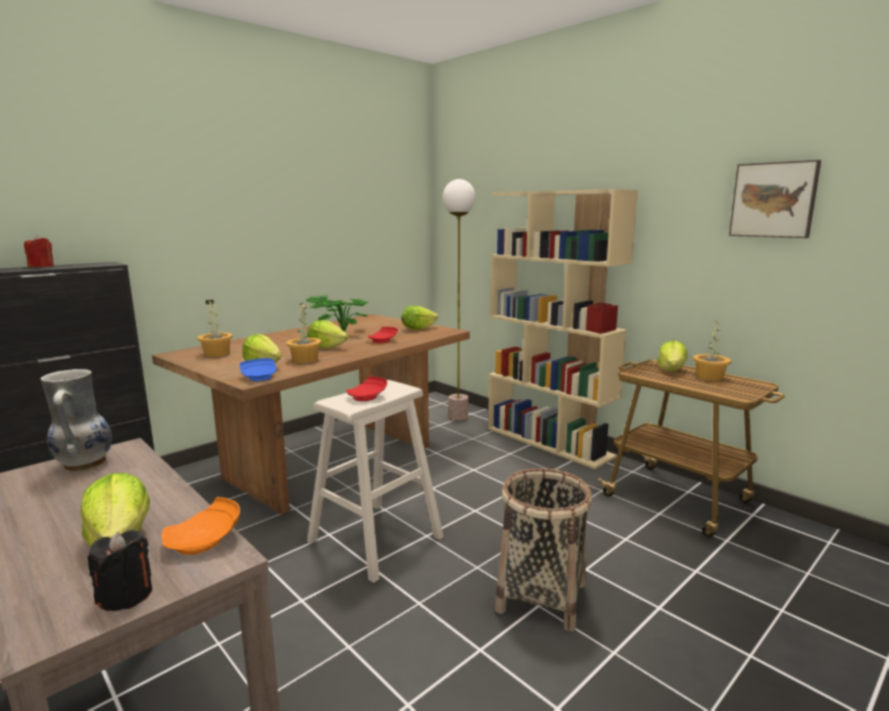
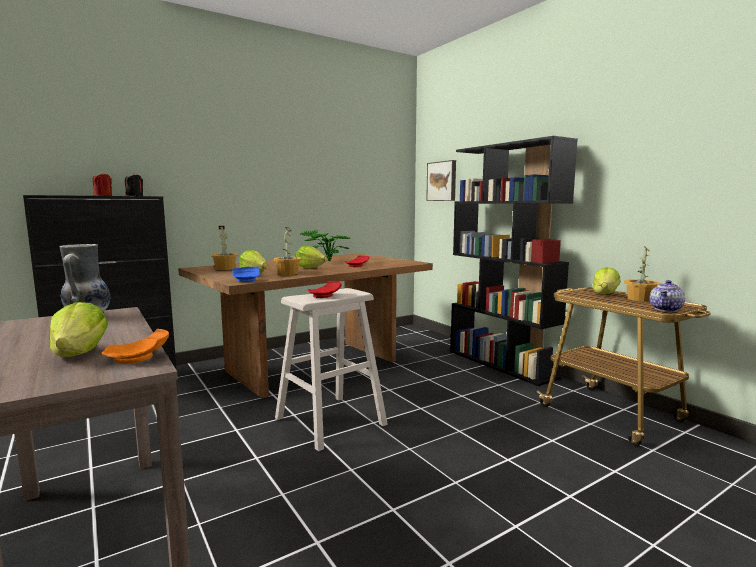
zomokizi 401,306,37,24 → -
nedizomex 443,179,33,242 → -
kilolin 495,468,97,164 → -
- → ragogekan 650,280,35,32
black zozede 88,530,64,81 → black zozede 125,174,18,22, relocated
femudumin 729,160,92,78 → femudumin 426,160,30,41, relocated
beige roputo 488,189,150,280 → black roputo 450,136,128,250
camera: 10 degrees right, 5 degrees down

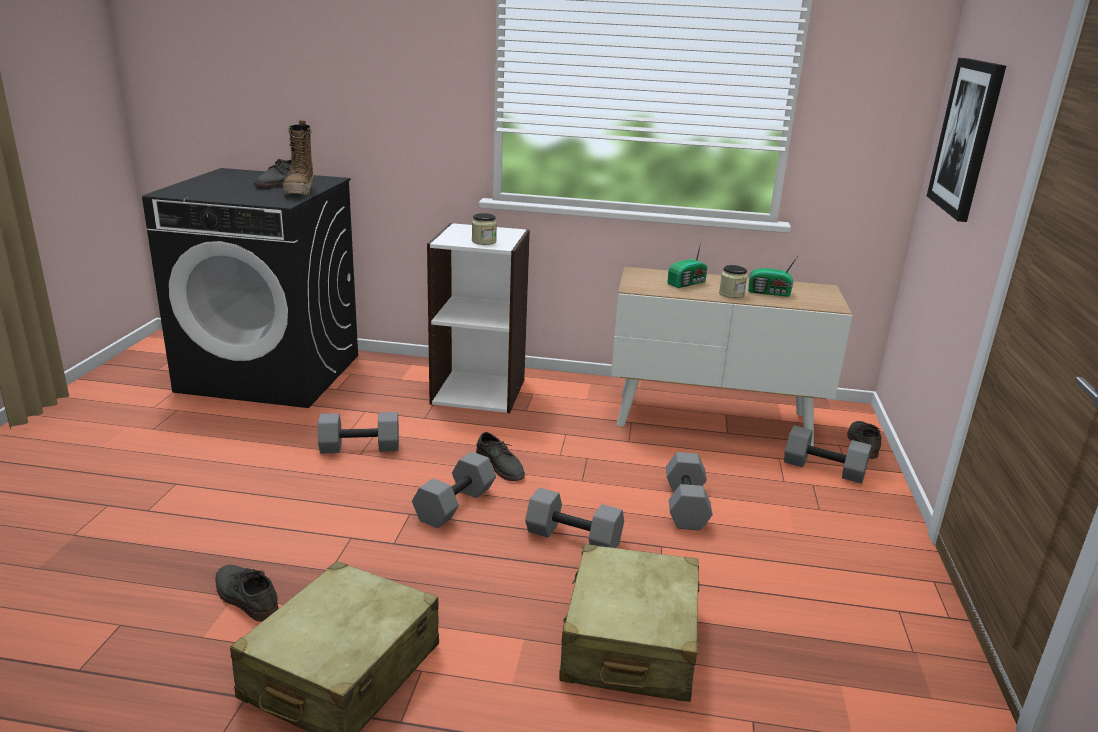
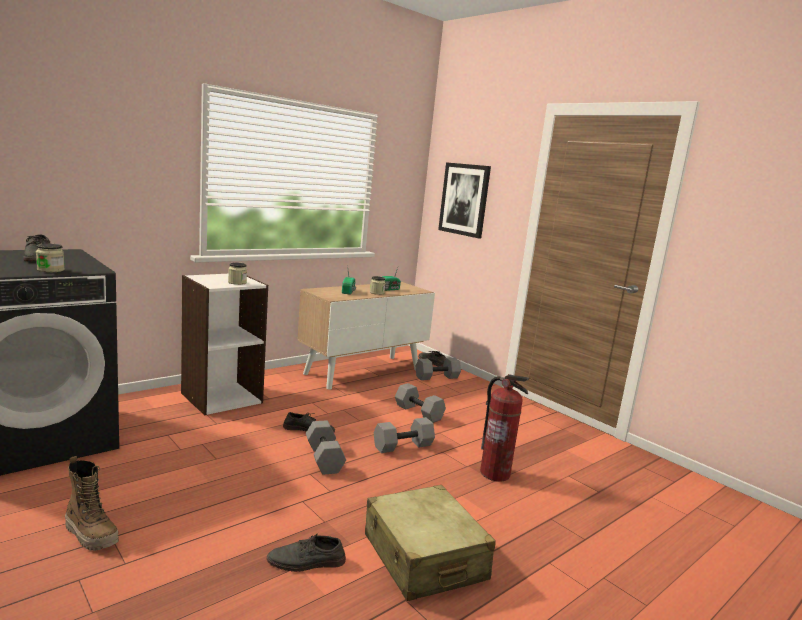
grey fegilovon 318,412,81,42 → -
- → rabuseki 36,244,29,28
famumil 283,120,31,75 → famumil 65,456,54,95, relocated
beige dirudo 559,544,140,158 → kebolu 480,374,49,108
camera: 50 degrees left, 10 degrees down

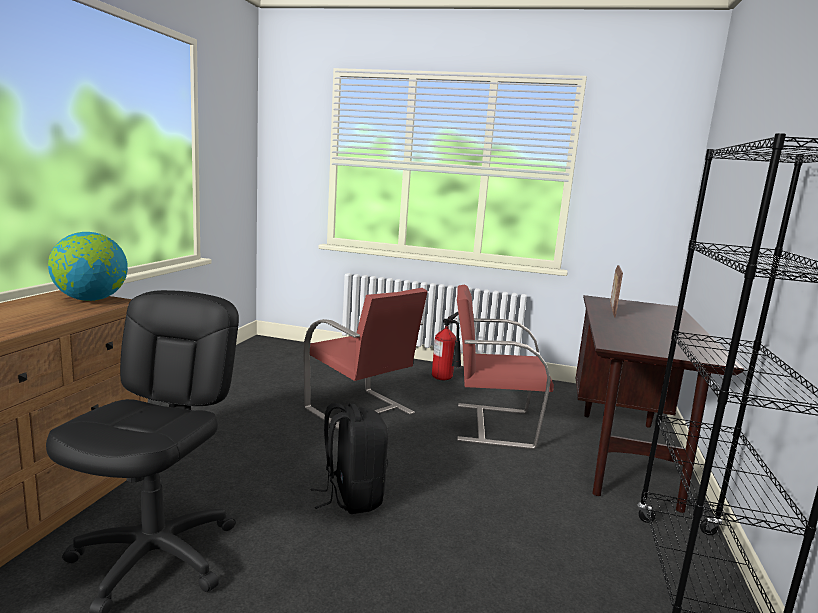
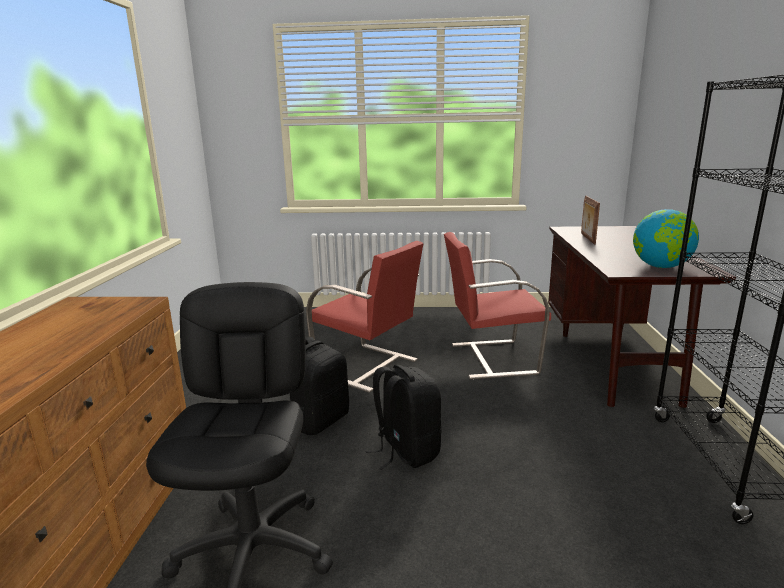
kebolu 432,312,29,68 → -
- → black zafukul 290,337,59,98
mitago 48,232,80,69 → mitago 633,209,66,59, relocated
camera: 10 degrees left, 5 degrees up

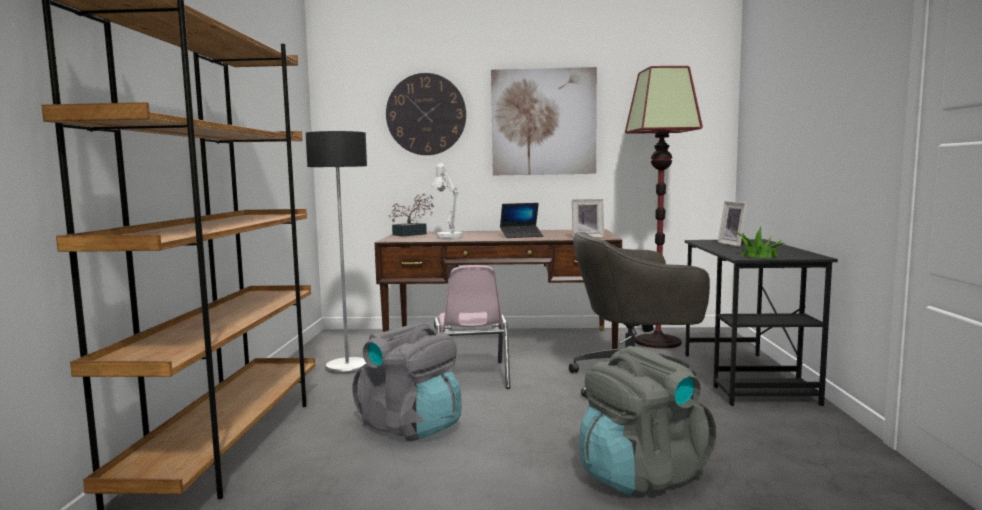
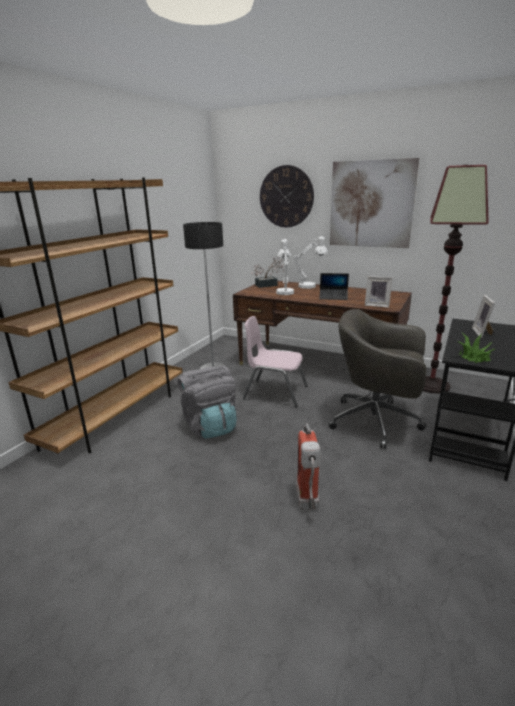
- → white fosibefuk 293,236,35,53
grey zafukul 580,346,136,151 → kebolu 296,423,25,87
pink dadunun 434,265,77,124 → pink dadunun 243,316,65,92, 90 degrees clockwise
camera: 25 degrees right, 15 degrees up

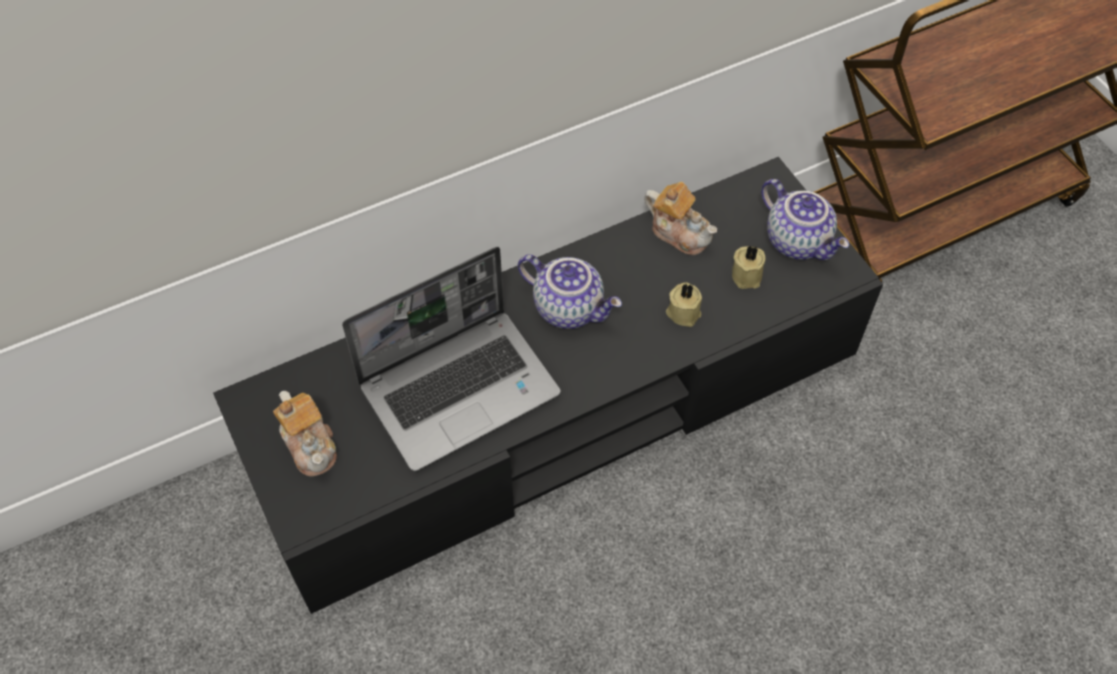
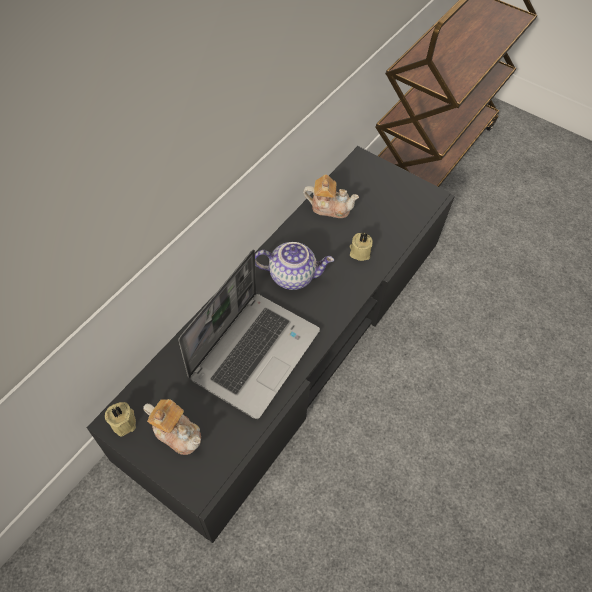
ragogekan 761,179,88,81 → -
beige zozede 732,246,34,43 → beige zozede 105,402,31,34, relocated
camera: 30 degrees left, 0 degrees up

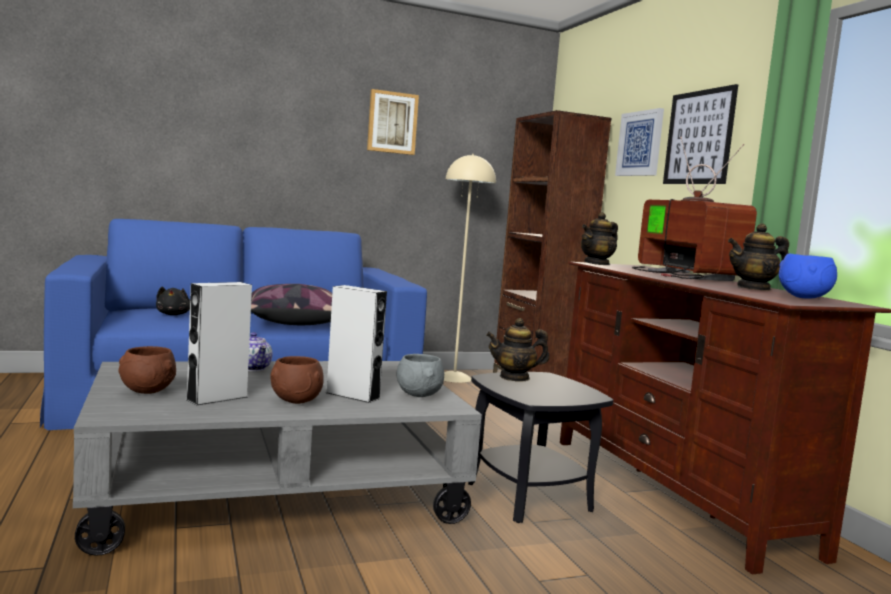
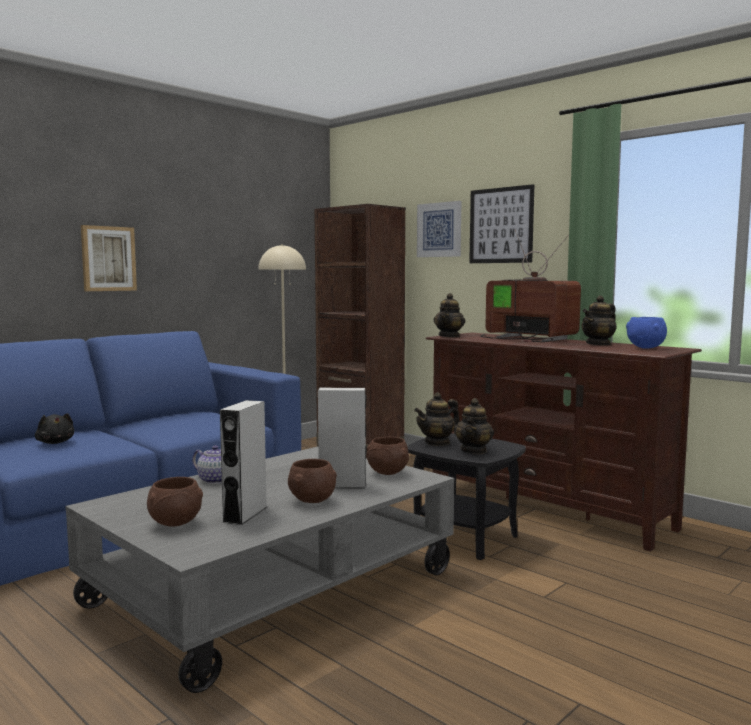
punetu 251,284,81,41 → -
- → ragogekan 454,398,40,56
femudumin 367,89,52,66 → femudumin 81,225,56,66, relocated
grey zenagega 397,354,47,43 → brown zenagega 366,437,43,38
camera: 25 degrees left, 0 degrees up

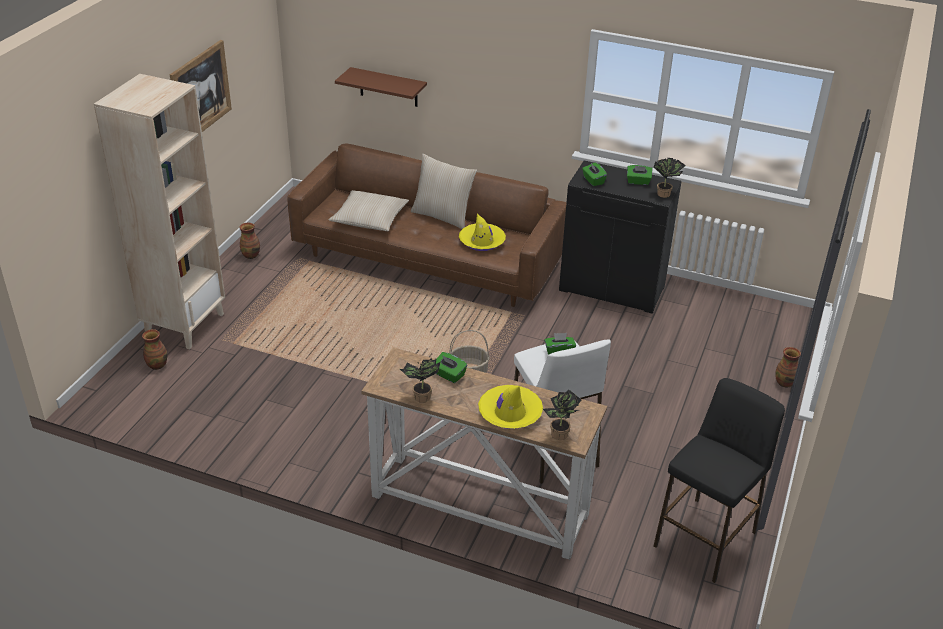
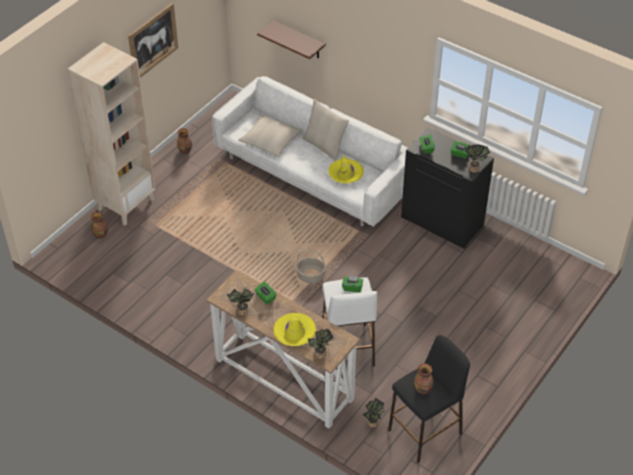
- → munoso 363,398,22,29
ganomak 775,347,26,41 → ganomak 414,363,20,31, relocated
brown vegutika 287,143,279,164 → white vegutika 212,76,196,151
camera: 15 degrees right, 10 degrees up

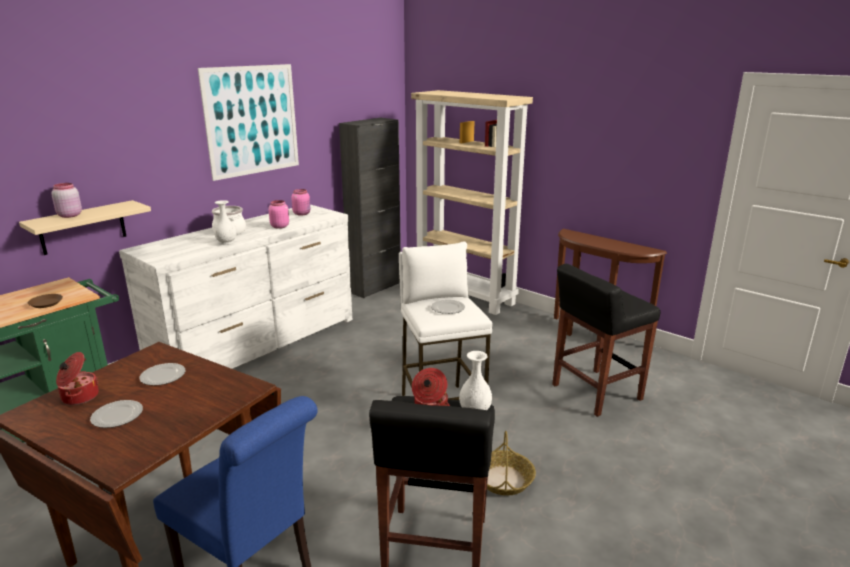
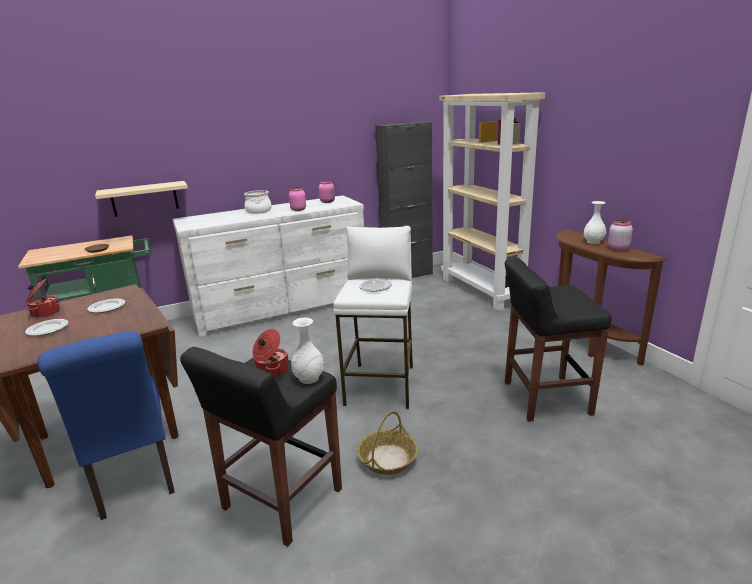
femudumin 198,64,101,117 → -
pink rabuseki 51,183,31,35 → pink rabuseki 608,220,25,31, relocated
white ganomak 214,200,23,45 → white ganomak 584,201,22,43, relocated
camera: 25 degrees right, 0 degrees up

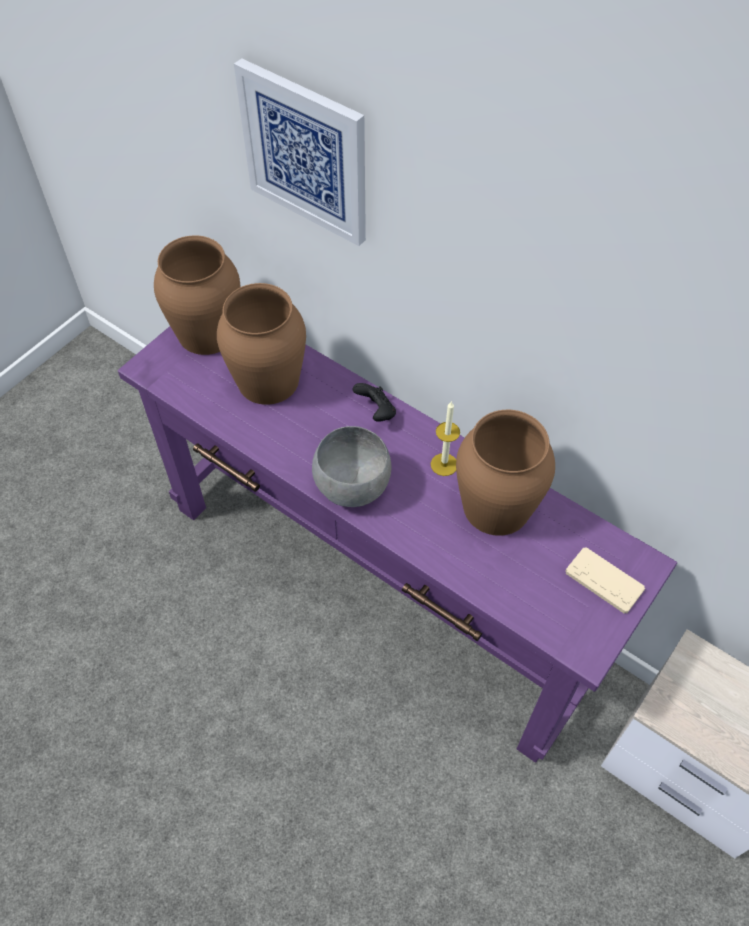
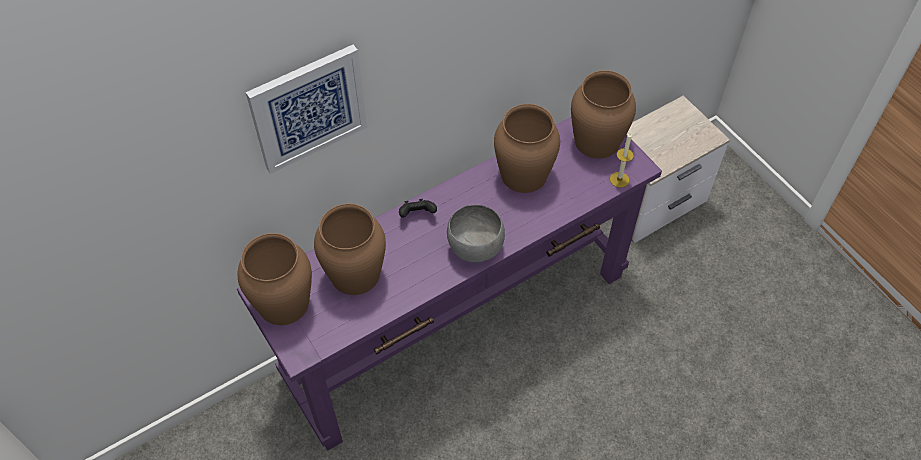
zozede 431,401,29,75 → zozede 610,133,24,55, relocated
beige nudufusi 565,547,80,67 → brown ganomak 571,70,65,89
camera: 70 degrees left, 0 degrees up

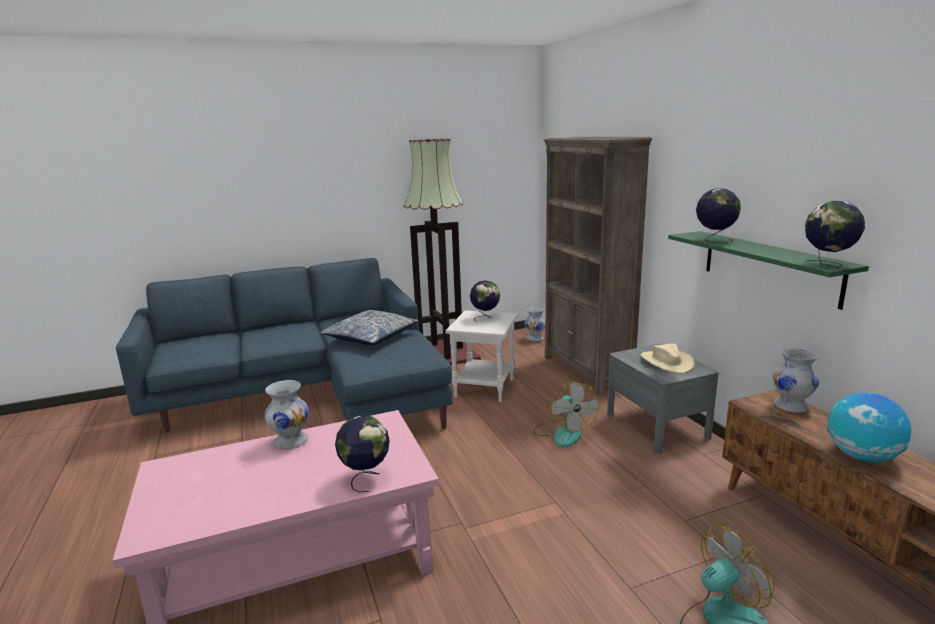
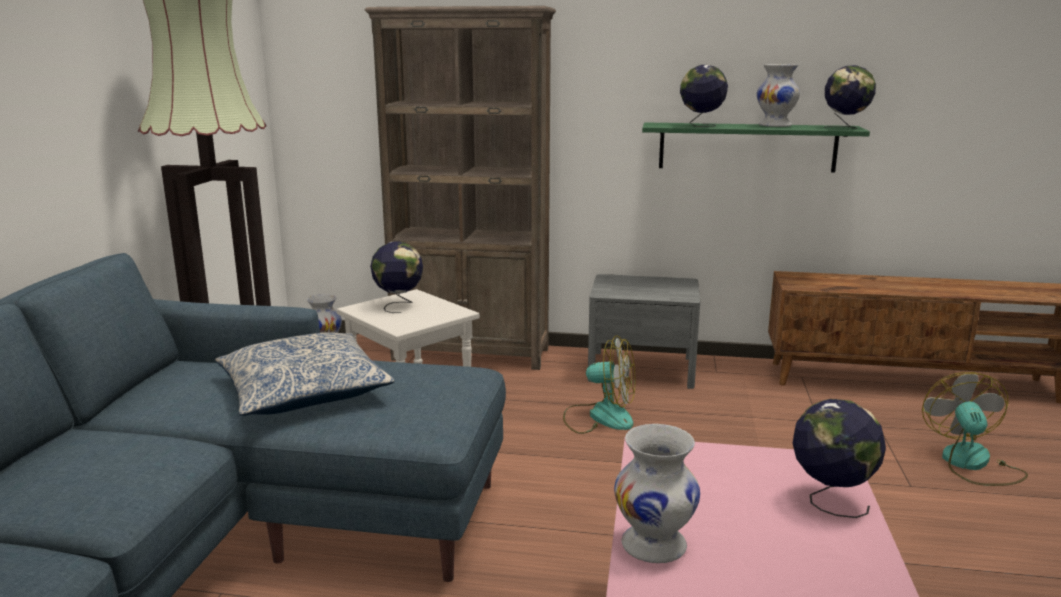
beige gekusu 641,343,53,30 → -
mitago 827,393,85,70 → -
white ganomak 773,348,46,65 → white ganomak 756,64,44,63, relocated
camera: 60 degrees left, 0 degrees up

